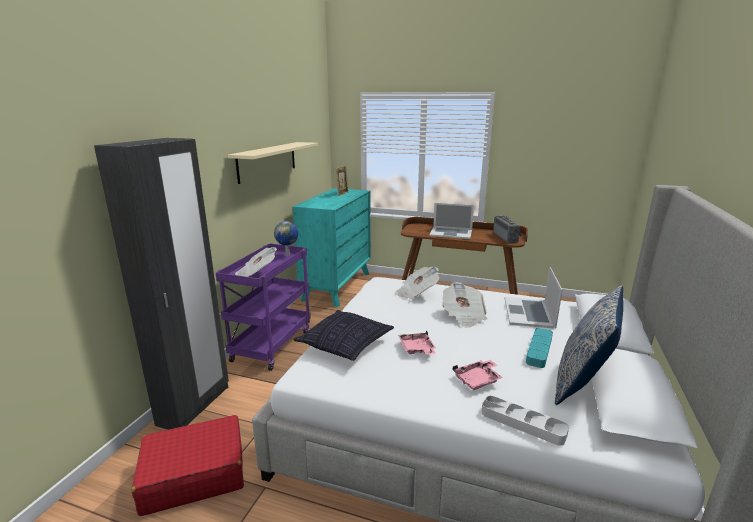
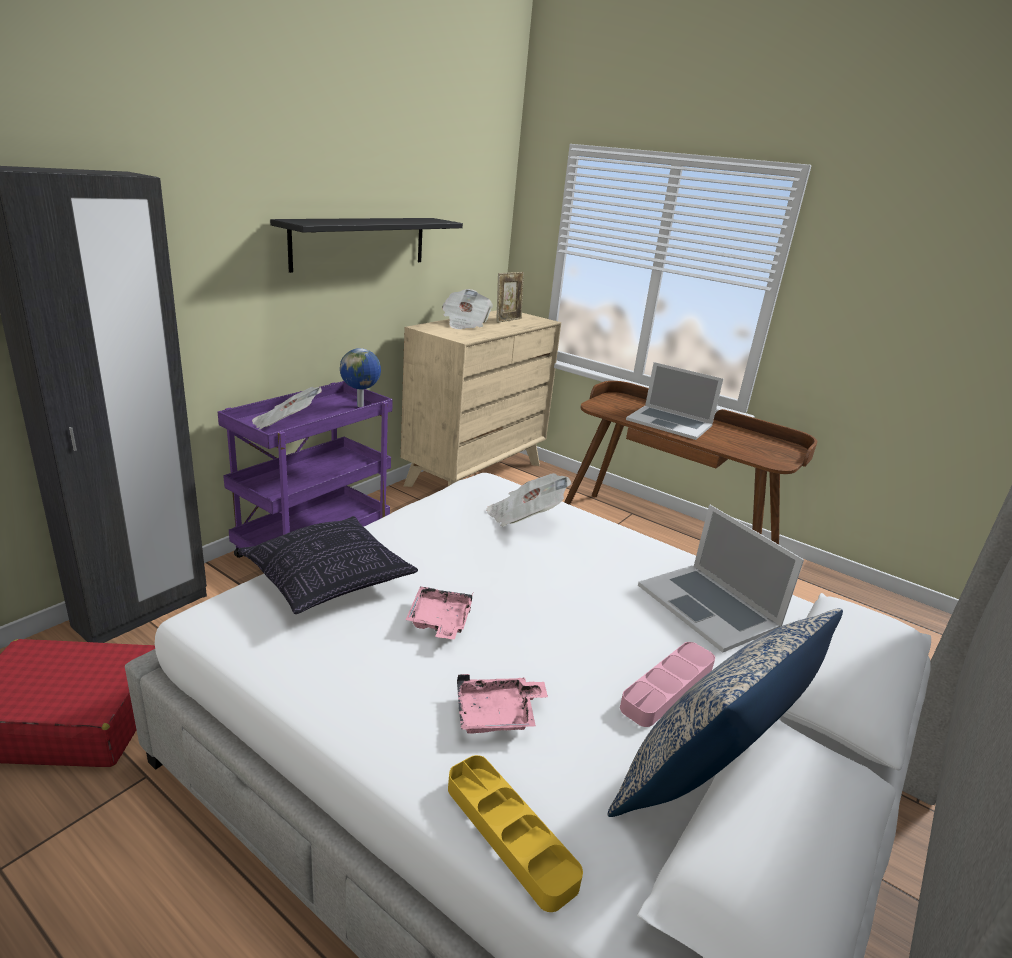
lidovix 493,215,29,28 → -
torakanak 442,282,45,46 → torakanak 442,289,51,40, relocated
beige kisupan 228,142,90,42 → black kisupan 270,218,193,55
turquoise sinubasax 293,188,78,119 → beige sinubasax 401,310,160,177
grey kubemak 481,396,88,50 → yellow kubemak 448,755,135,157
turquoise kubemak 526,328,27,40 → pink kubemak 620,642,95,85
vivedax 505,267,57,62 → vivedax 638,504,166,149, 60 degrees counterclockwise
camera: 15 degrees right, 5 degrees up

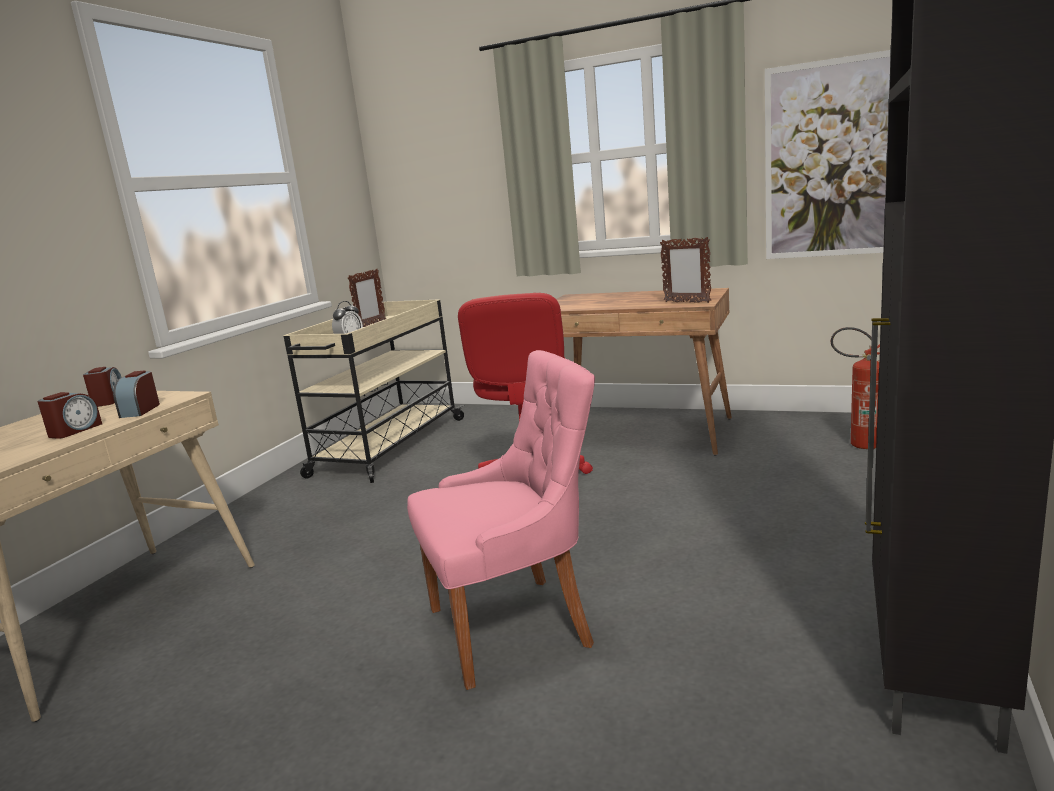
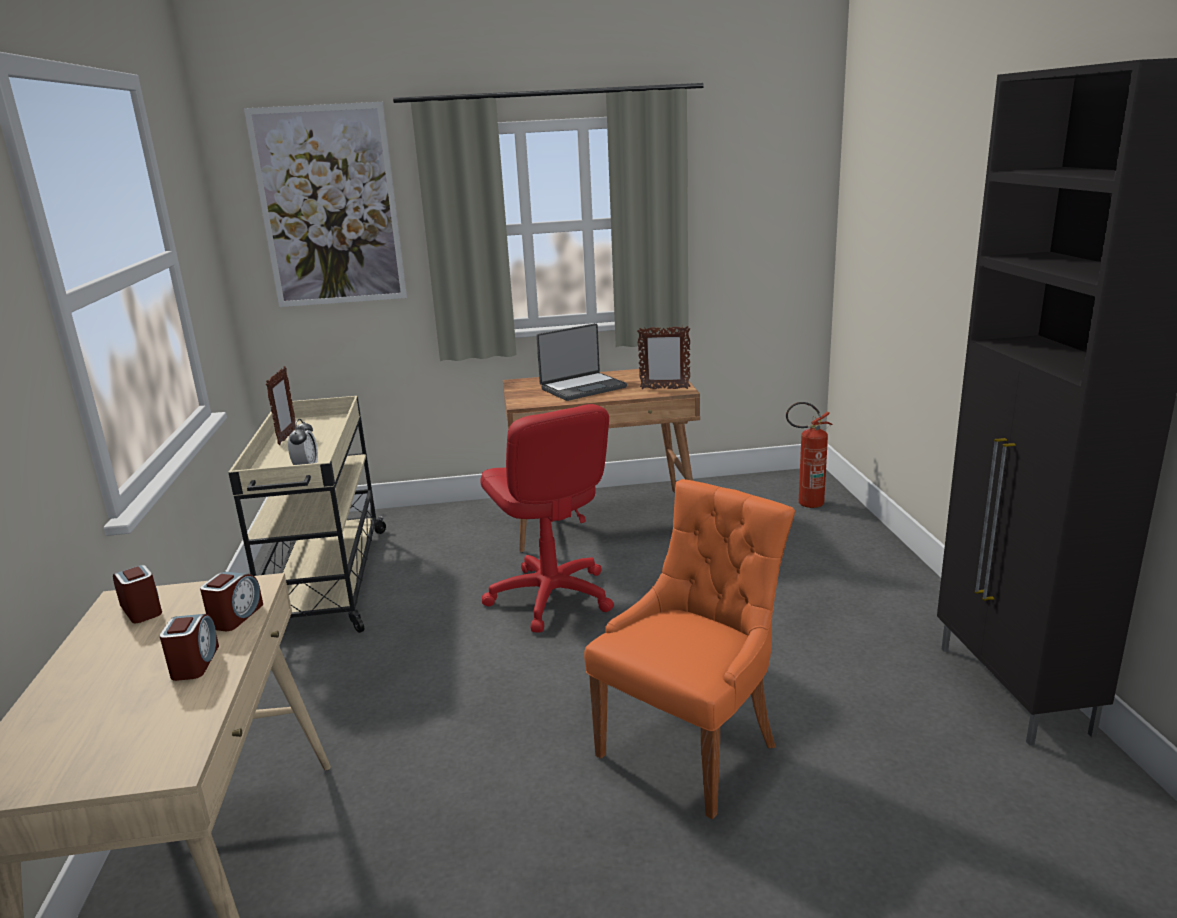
- → vivedax 536,323,91,78
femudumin 765,50,126,209 → femudumin 244,102,163,205, relocated
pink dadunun 407,350,188,340 → orange dadunun 584,479,211,340
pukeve 113,370,47,48 → pukeve 200,572,63,59, 135 degrees counterclockwise
camera: 30 degrees left, 5 degrees up

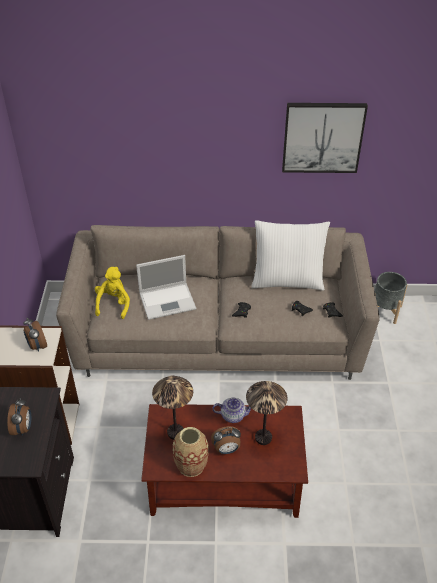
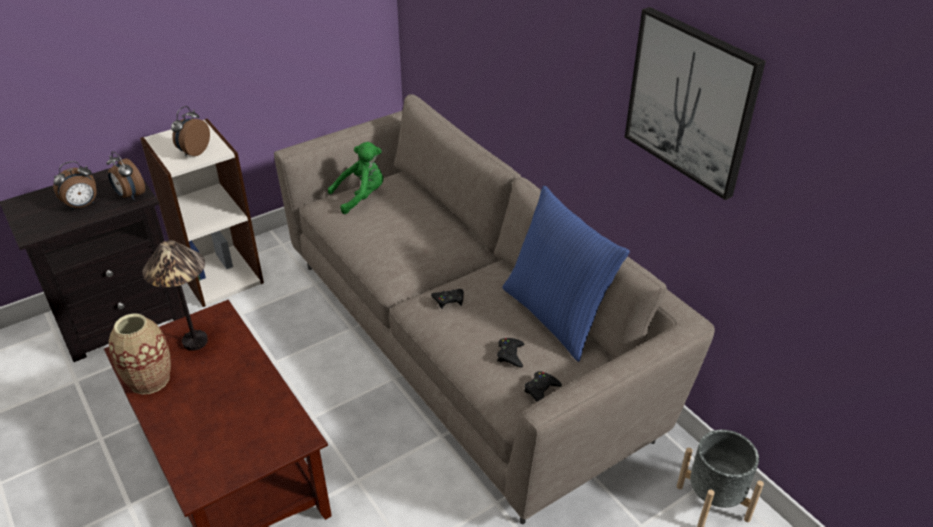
vivedax 136,255,60,65 → -
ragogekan 212,397,39,26 → -
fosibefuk 246,381,41,64 → -
pukeve 211,426,30,28 → pukeve 106,151,39,49, relocated
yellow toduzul 95,267,35,52 → green toduzul 328,142,55,72
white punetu 251,220,79,70 → blue punetu 503,186,127,176
camera: 55 degrees right, 5 degrees down

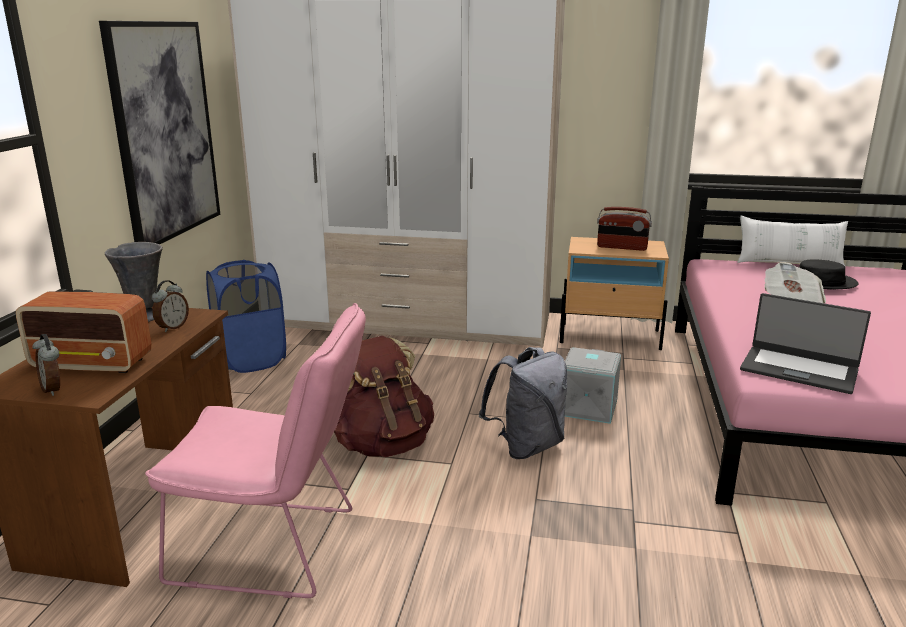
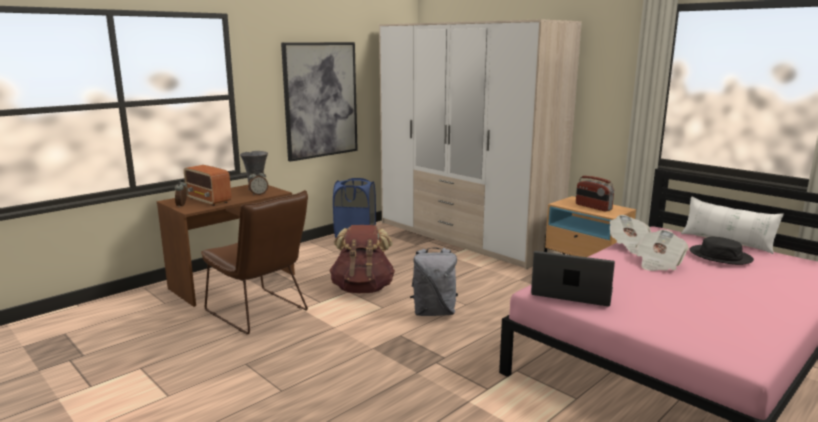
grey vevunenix 565,347,56,77 → -
- → torakanak 610,215,41,40
pink dadunun 145,303,221,295 → brown dadunun 201,190,107,144
vivedax 740,293,131,101 → vivedax 531,251,84,56, 135 degrees clockwise
camera: 35 degrees right, 5 degrees down

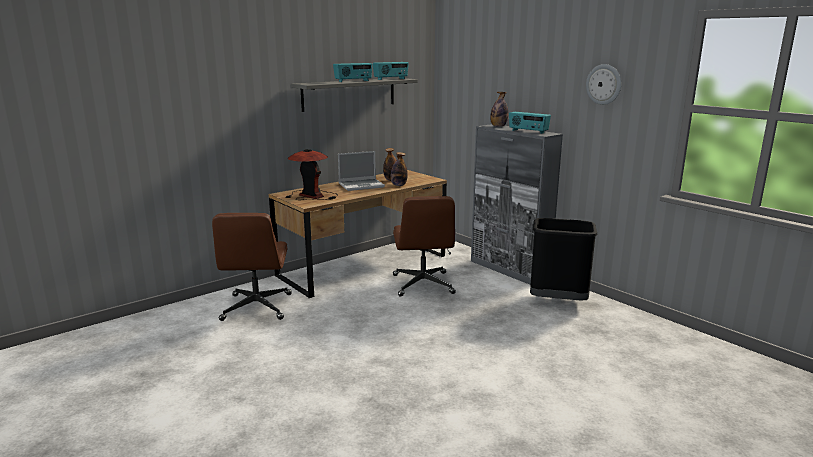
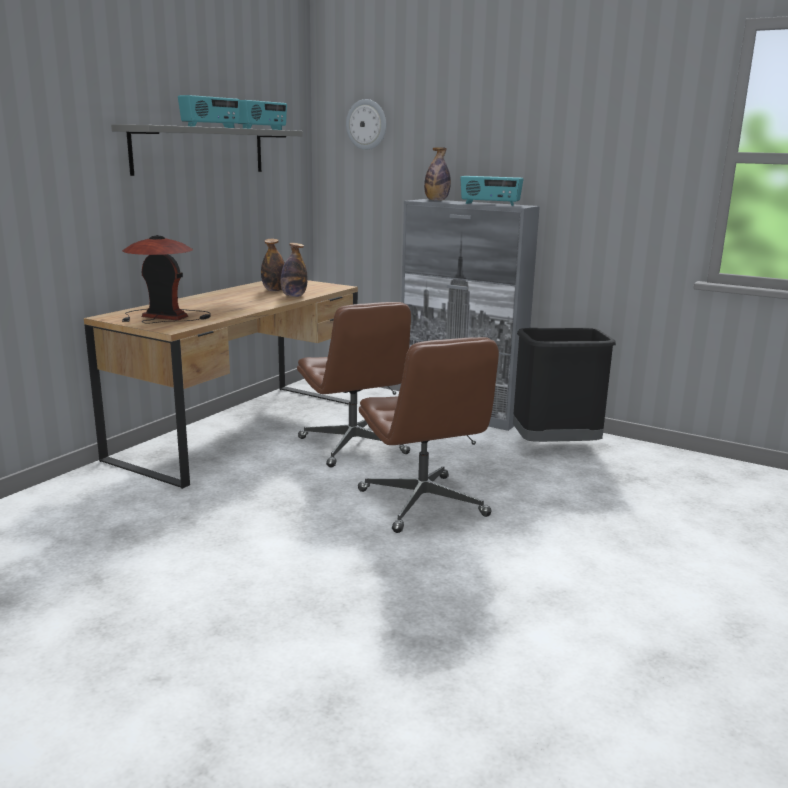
vivedax 338,151,47,40 → -
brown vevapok 212,213,80,108 → brown vevapok 358,337,141,196, relocated
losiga 586,64,35,41 → losiga 346,99,40,51, relocated
camera: 20 degrees left, 0 degrees up

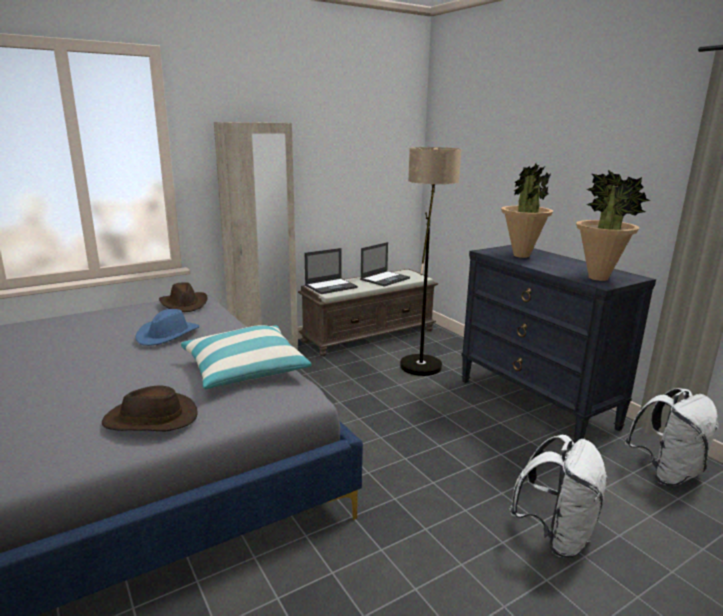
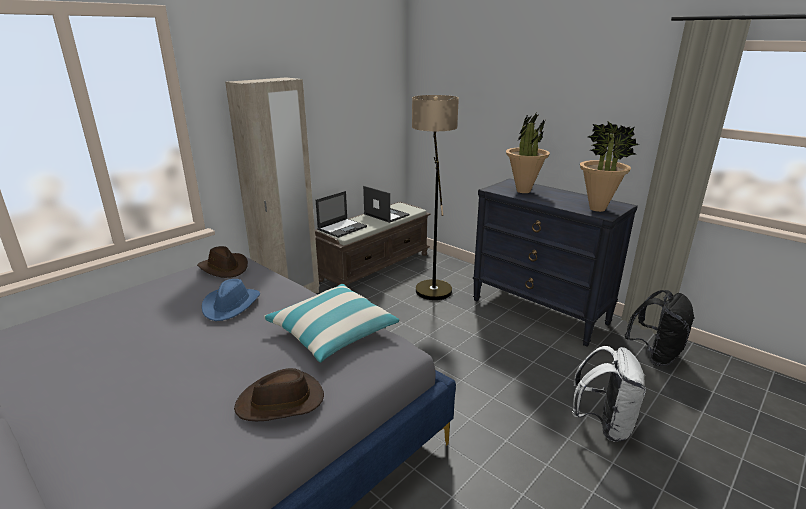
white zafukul 625,388,93,98 → black zafukul 625,290,70,76
vivedax 360,242,50,45 → vivedax 363,186,47,37, 75 degrees counterclockwise
camera: 15 degrees left, 5 degrees up

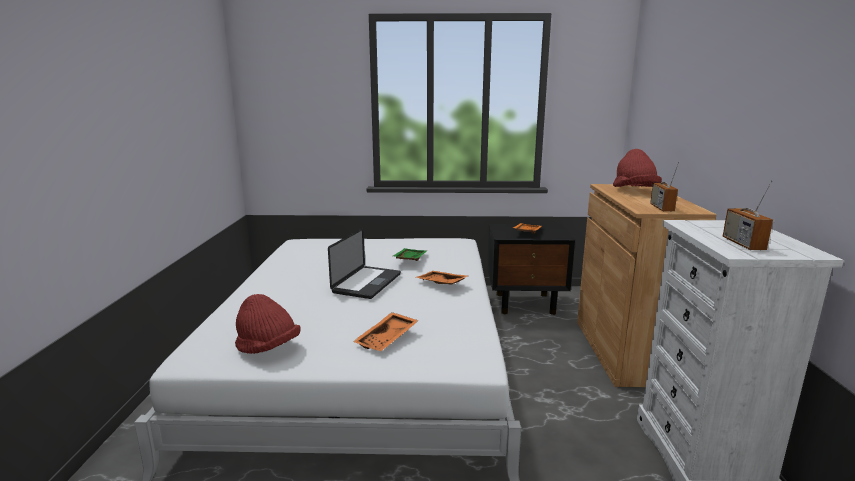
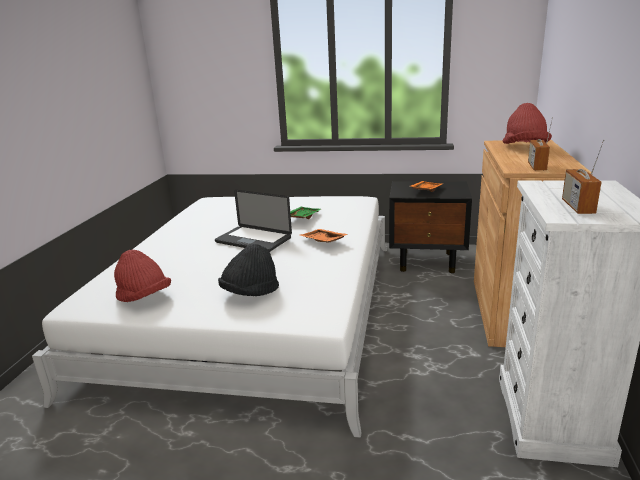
orange kubemak 353,312,66,39 → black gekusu 218,244,61,52
vivedax 328,228,73,71 → vivedax 215,190,77,62, 90 degrees clockwise
camera: 10 degrees right, 5 degrees up

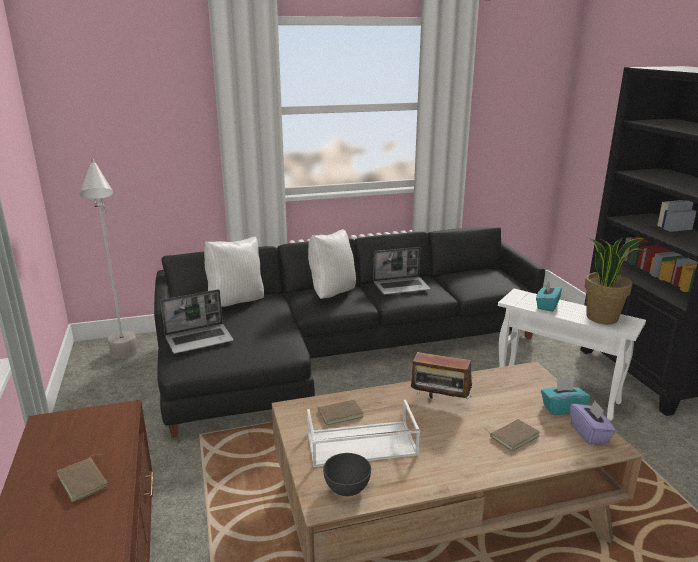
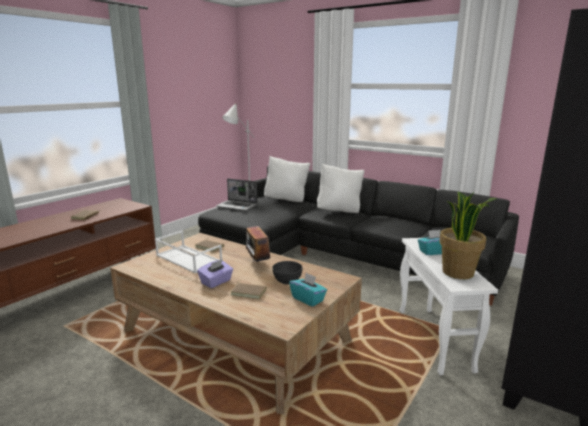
vivedax 373,247,58,48 → -
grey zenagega 323,453,48,43 → grey zenagega 272,261,31,23, relocated
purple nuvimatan 570,401,46,44 → purple nuvimatan 197,259,36,29, relocated
camera: 50 degrees right, 5 degrees down

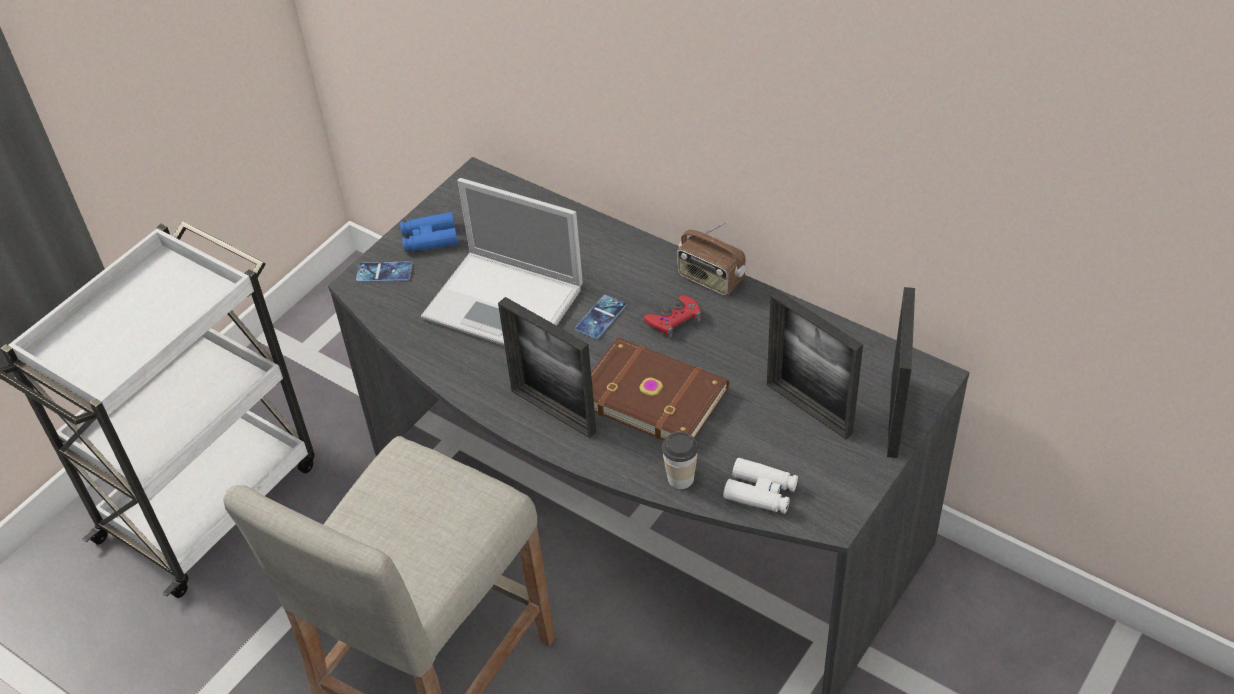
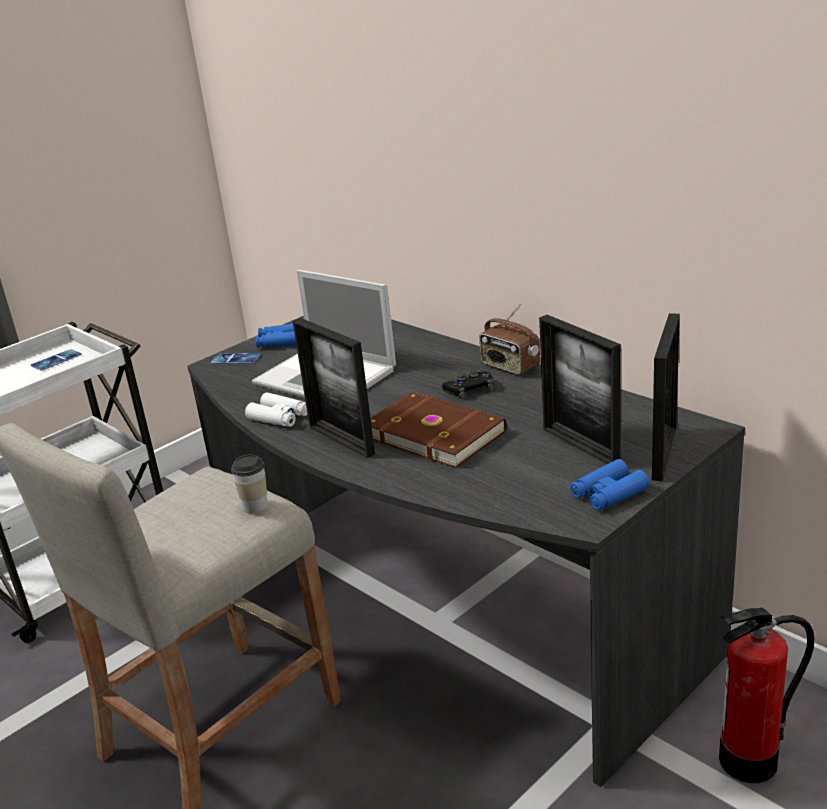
- → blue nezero 570,459,79,51
- → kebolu 719,608,95,175
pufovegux 575,295,51,44 → pufovegux 31,349,51,22, relocated
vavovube 662,432,36,57 → vavovube 231,454,37,60, relocated
white nezero 723,458,75,56 → white nezero 245,393,63,34, relocated
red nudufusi 644,295,57,43 → black nudufusi 442,370,51,28
camera: 10 degrees right, 20 degrees down

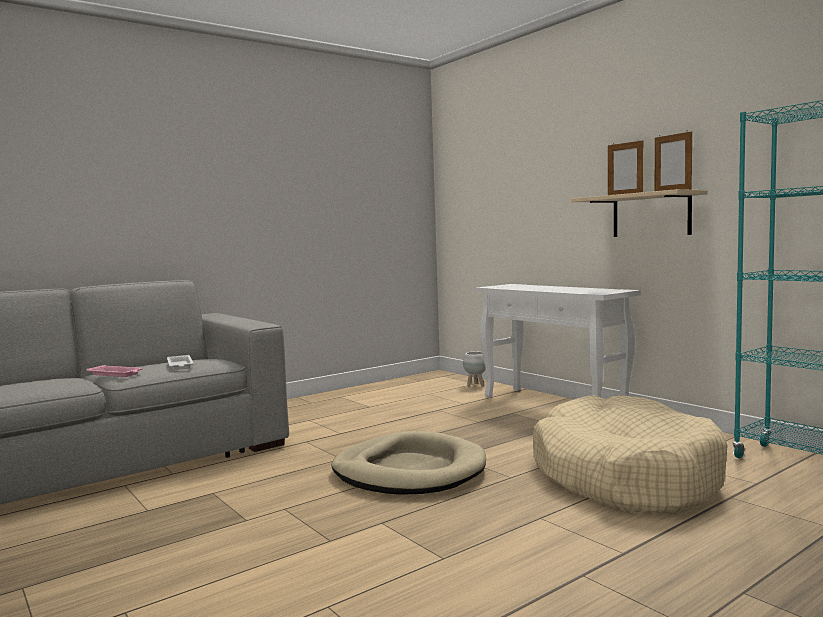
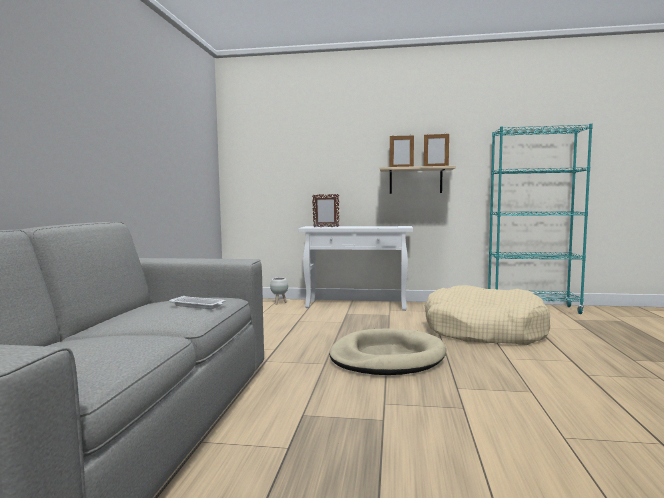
pink kubemak 86,365,57,12 → -
- → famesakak 312,194,27,33
camera: 45 degrees left, 0 degrees up

